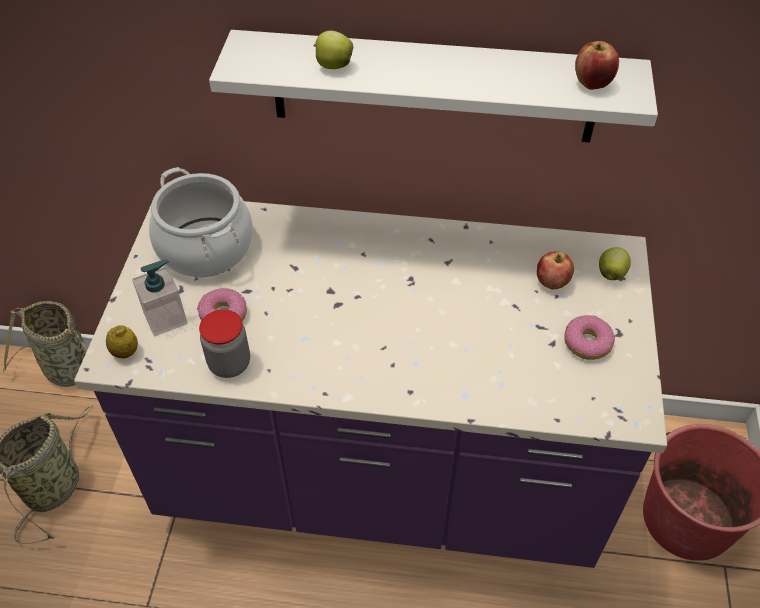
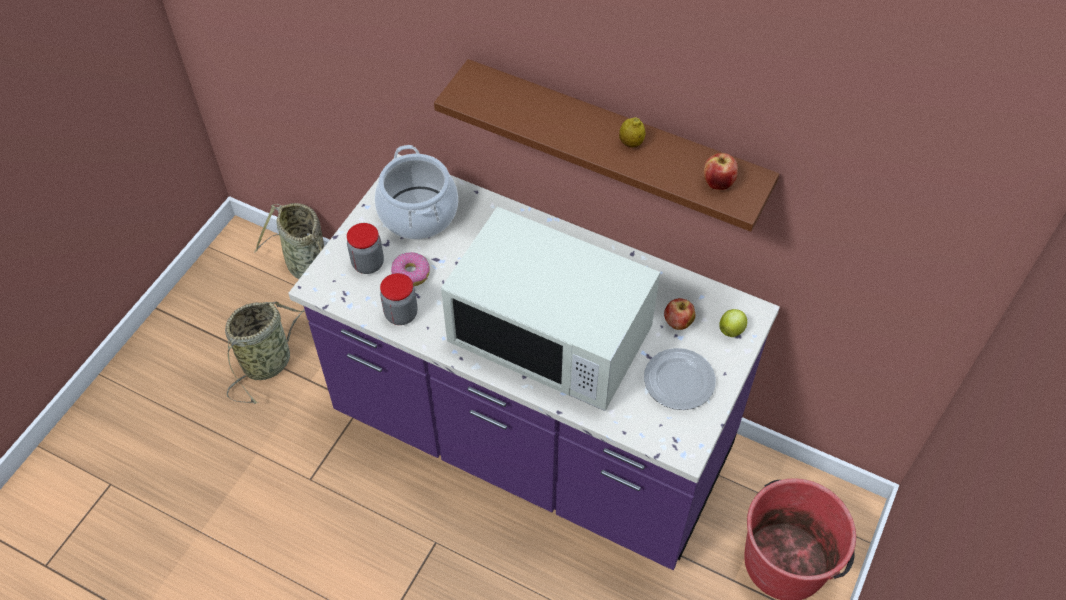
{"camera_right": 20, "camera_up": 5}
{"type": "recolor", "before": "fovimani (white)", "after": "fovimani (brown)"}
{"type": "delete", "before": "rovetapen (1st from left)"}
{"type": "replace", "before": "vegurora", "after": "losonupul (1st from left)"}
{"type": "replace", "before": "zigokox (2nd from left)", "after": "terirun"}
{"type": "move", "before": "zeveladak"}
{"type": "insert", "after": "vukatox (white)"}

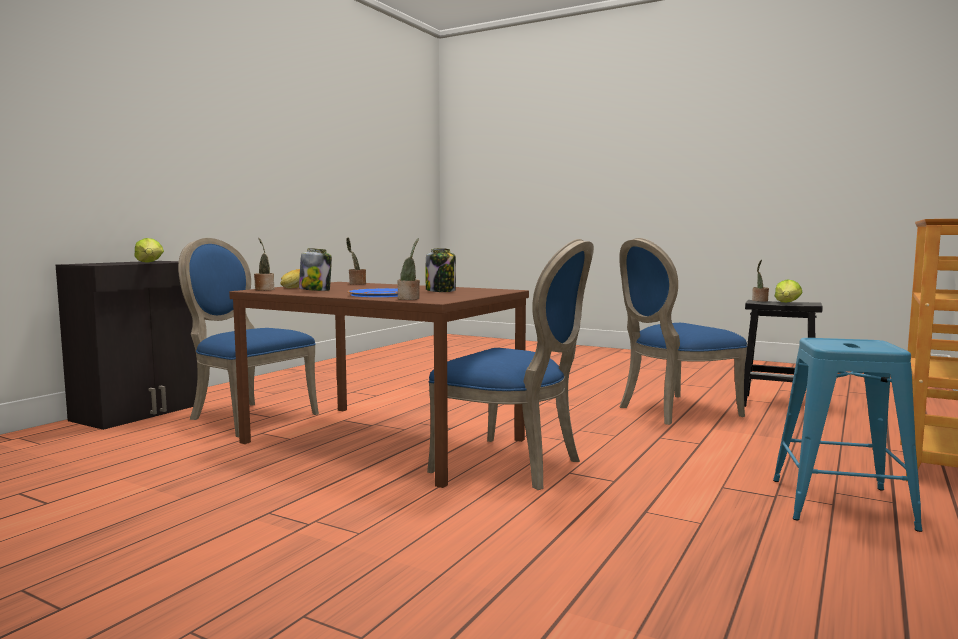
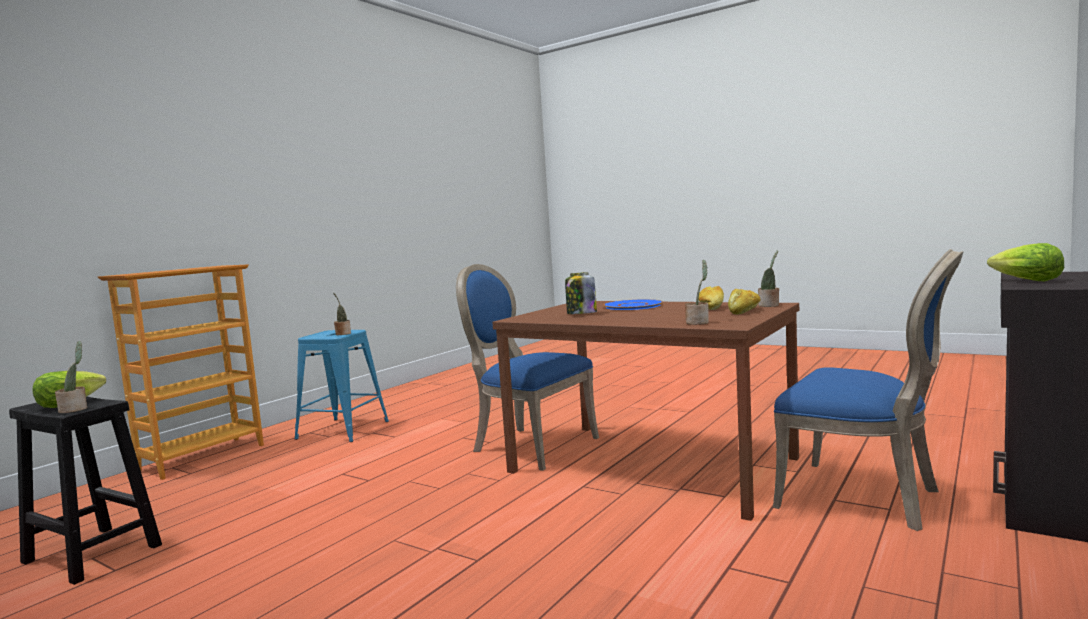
{"camera_right": -175, "camera_up": 0}
{"type": "move", "before": "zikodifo (3rd from left in the first image)", "after": "zikodifo (2nd from left)"}
{"type": "delete", "before": "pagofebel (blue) (3rd from left)"}
{"type": "replace", "before": "losonupul (1st from left)", "after": "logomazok (1st from left)"}

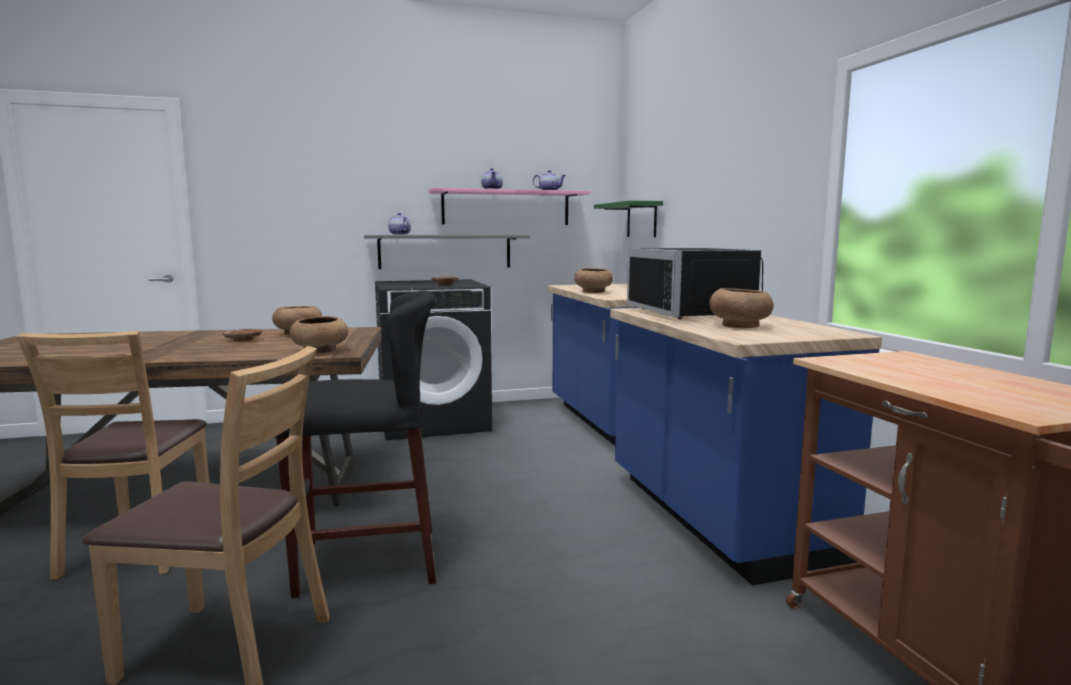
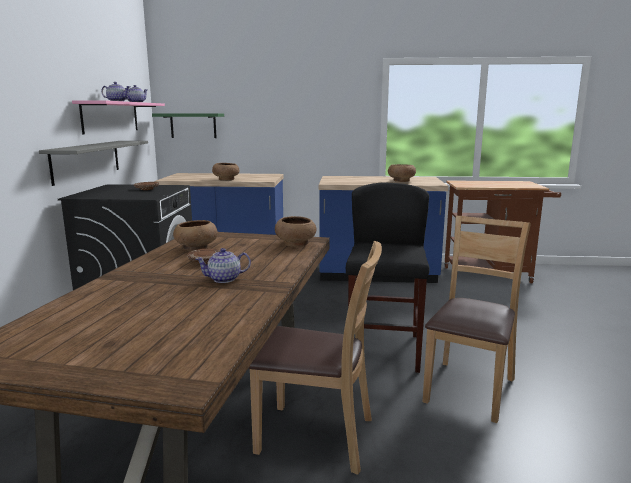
{"camera_right": -70, "camera_up": 5}
{"type": "move", "before": "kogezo (1st from left in the first image)", "after": "kogezo (3rd from left)"}
{"type": "delete", "before": "vukatox (black)"}

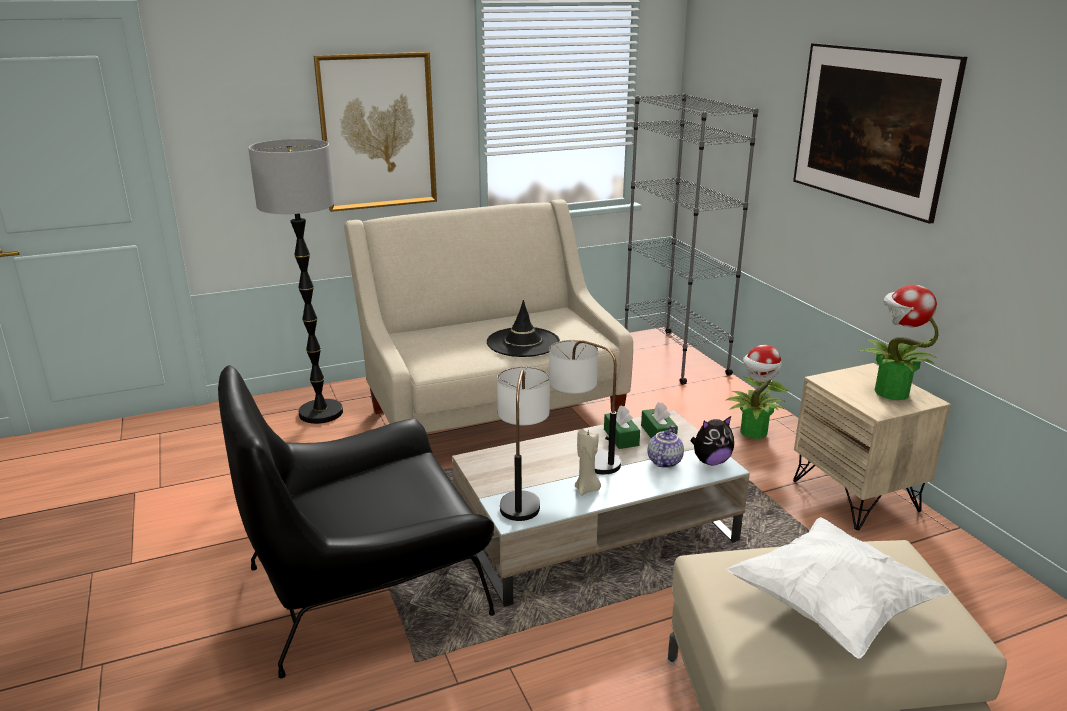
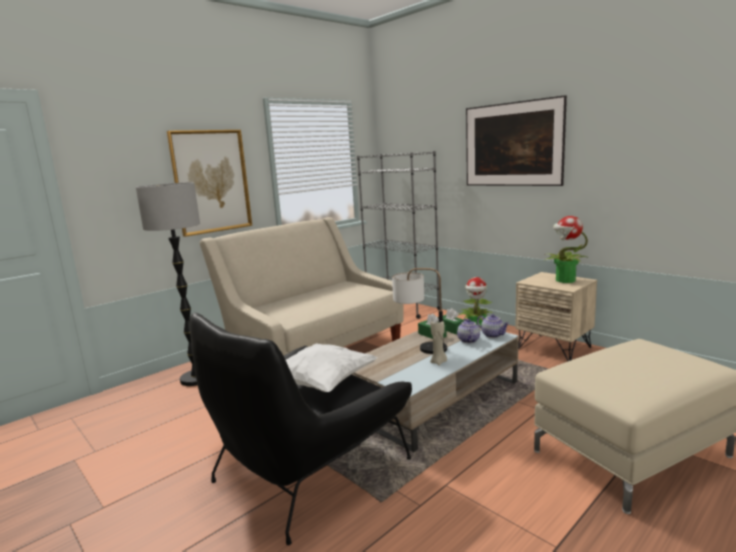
{"camera_right": -20, "camera_up": -10}
{"type": "delete", "before": "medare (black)"}
{"type": "delete", "before": "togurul (1st from left)"}
{"type": "replace", "before": "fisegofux", "after": "kogezo (2nd from left)"}
{"type": "move", "before": "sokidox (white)"}

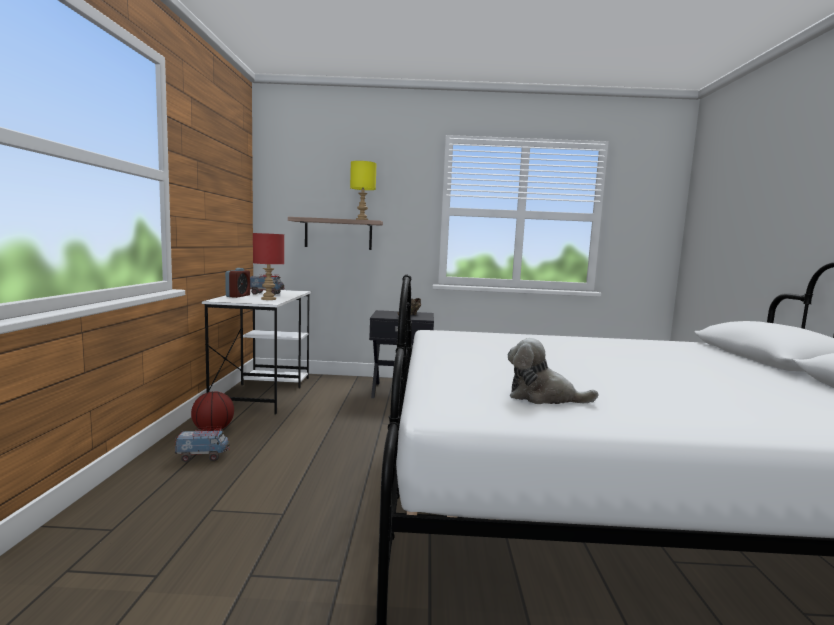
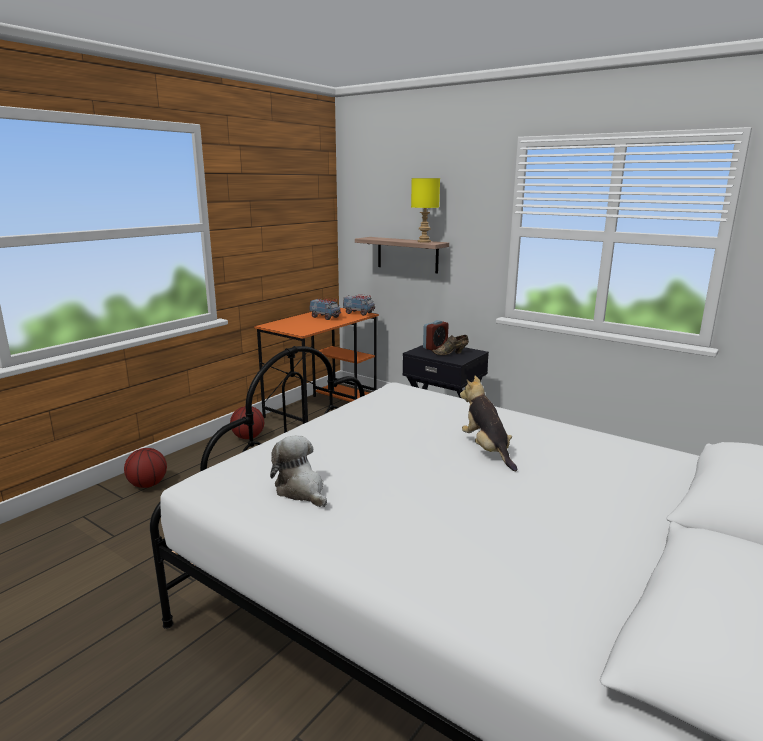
{"camera_right": 35, "camera_up": 10}
{"type": "delete", "before": "togurul (red)"}
{"type": "move", "before": "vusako"}
{"type": "recolor", "before": "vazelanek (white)", "after": "vazelanek (orange)"}
{"type": "move", "before": "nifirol (1st from left in the first image)", "after": "nifirol (2nd from left)"}
{"type": "insert", "after": "fisegofux (2nd from left)"}
{"type": "insert", "after": "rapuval (1st from left)"}

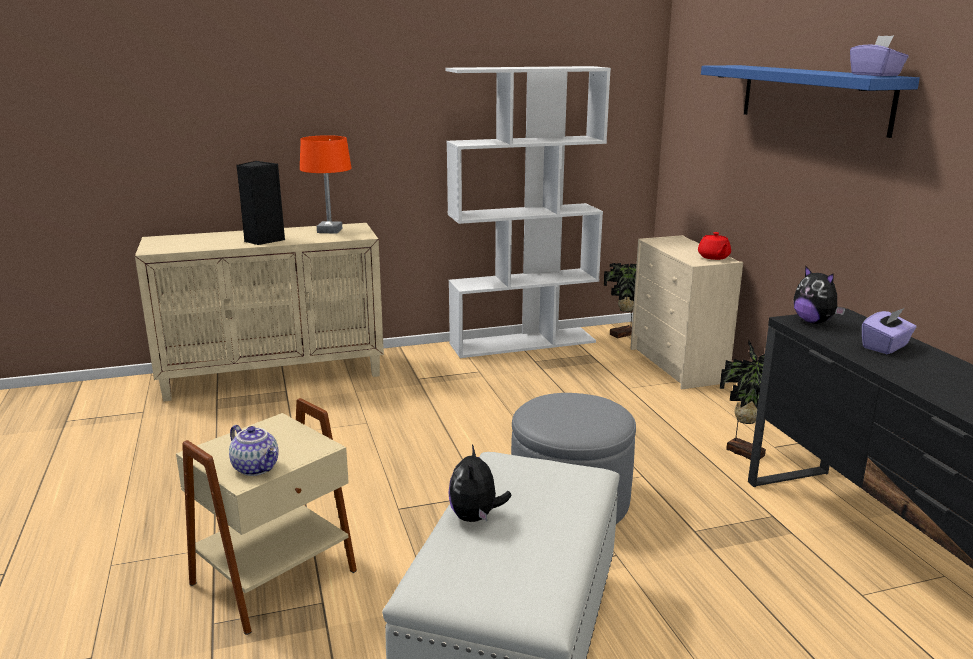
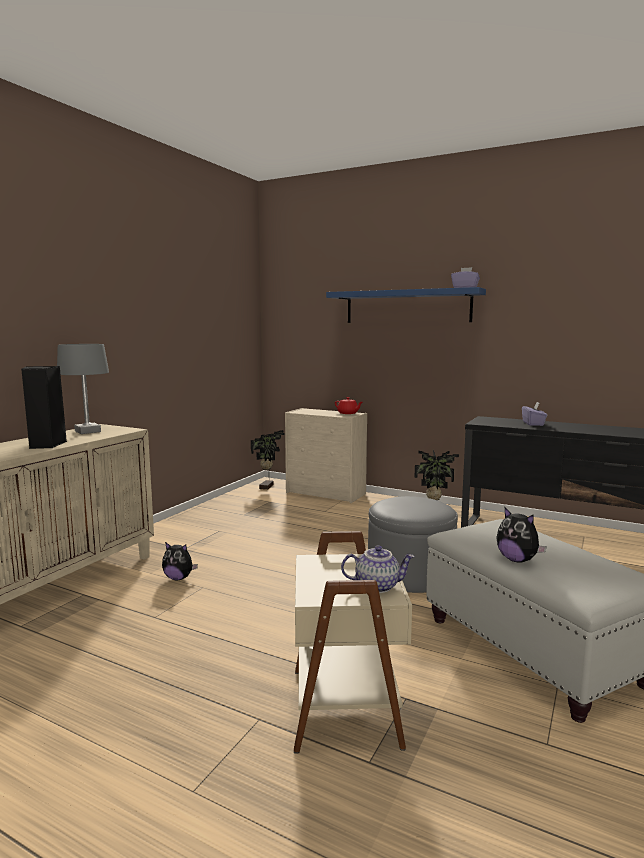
{"camera_right": -45, "camera_up": -10}
{"type": "delete", "before": "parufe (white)"}
{"type": "recolor", "before": "togurul (orange)", "after": "togurul (grey)"}
{"type": "move", "before": "fisegofux (2nd from left in the first image)", "after": "fisegofux (1st from left)"}

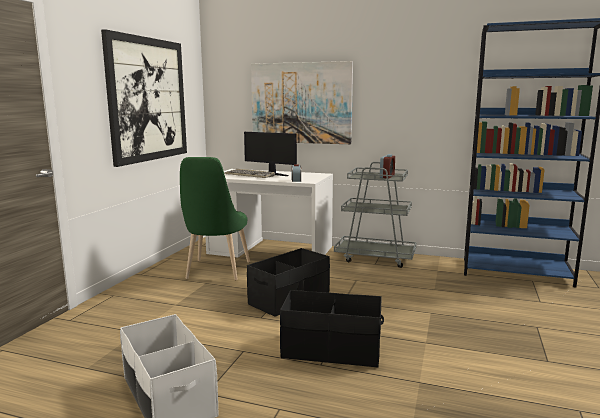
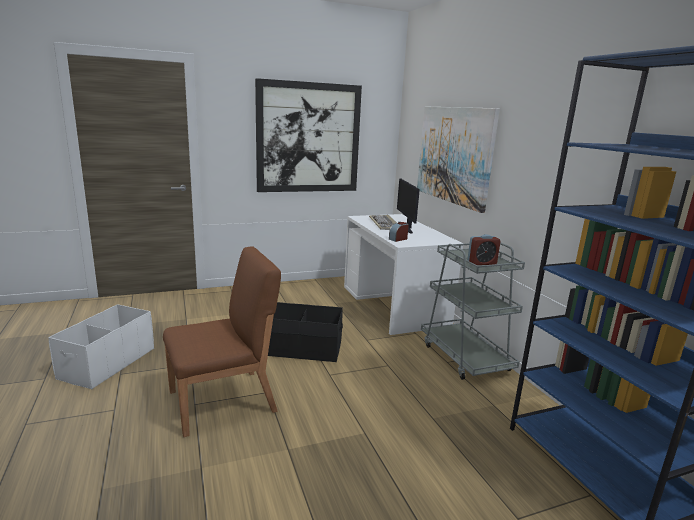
{"camera_right": 50, "camera_up": 5}
{"type": "delete", "before": "pagofebel (green)"}
{"type": "replace", "before": "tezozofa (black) (2nd from left)", "after": "pagofebel (brown)"}

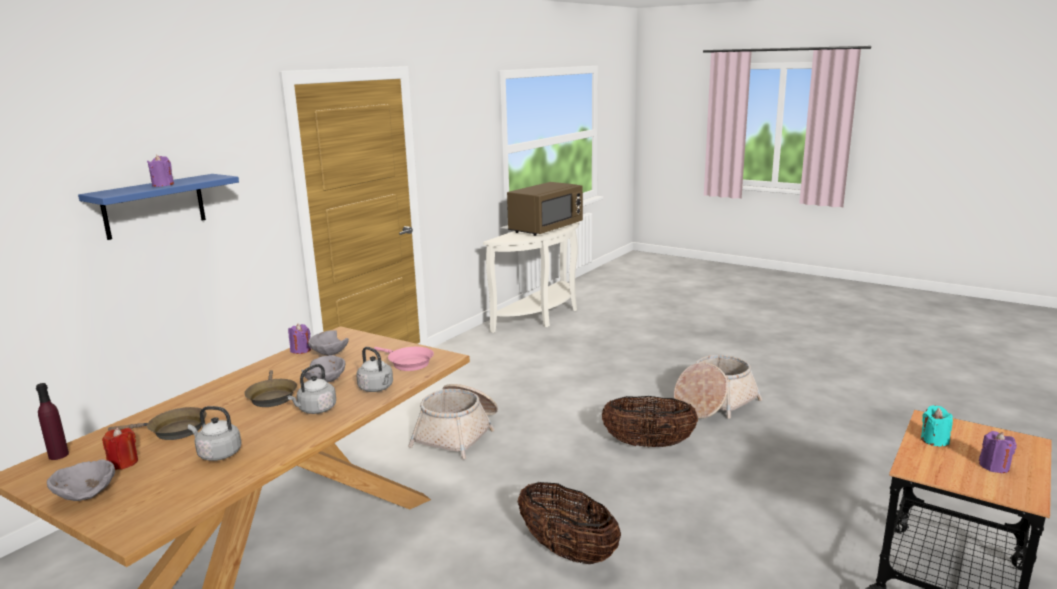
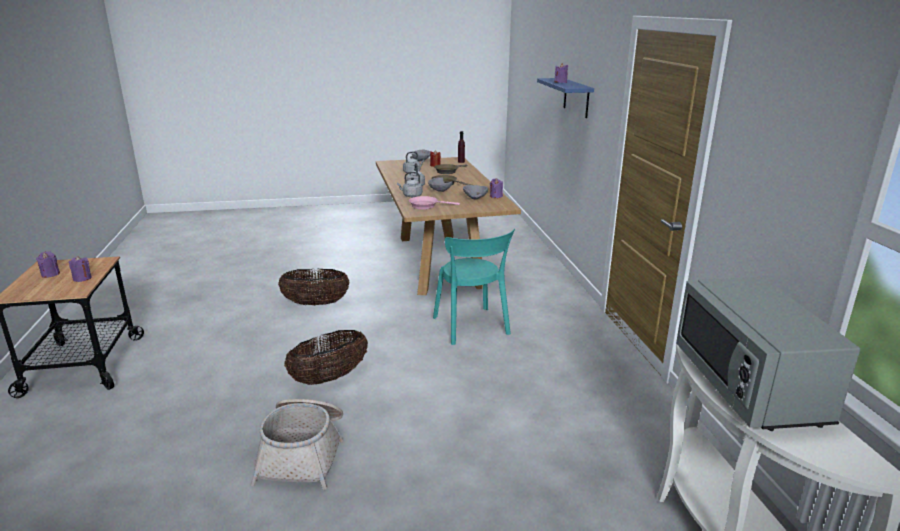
{"camera_right": 135, "camera_up": 5}
{"type": "recolor", "before": "vukatox (brown)", "after": "vukatox (grey)"}
{"type": "replace", "before": "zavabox (1st from left)", "after": "pagofebel (turquoise)"}
{"type": "recolor", "before": "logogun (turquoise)", "after": "logogun (purple) (2nd from left)"}

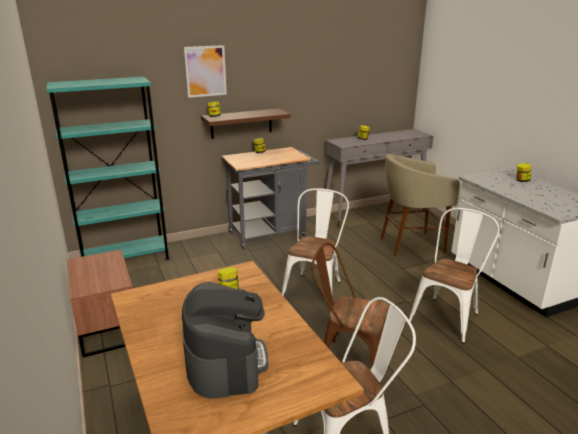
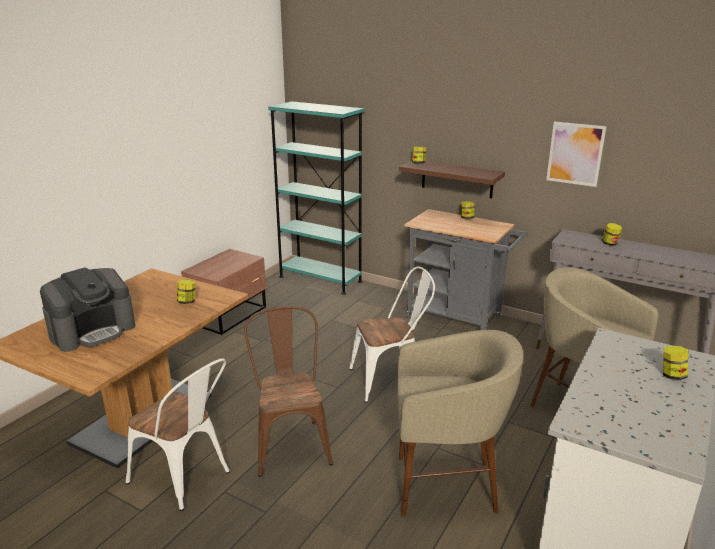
{"camera_right": 55, "camera_up": 0}
{"type": "move", "before": "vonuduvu"}
{"type": "replace", "before": "pagofebel (white) (3rd from left)", "after": "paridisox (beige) (1st from left)"}

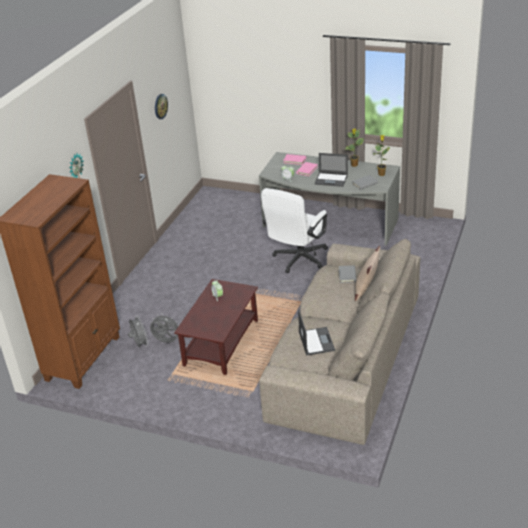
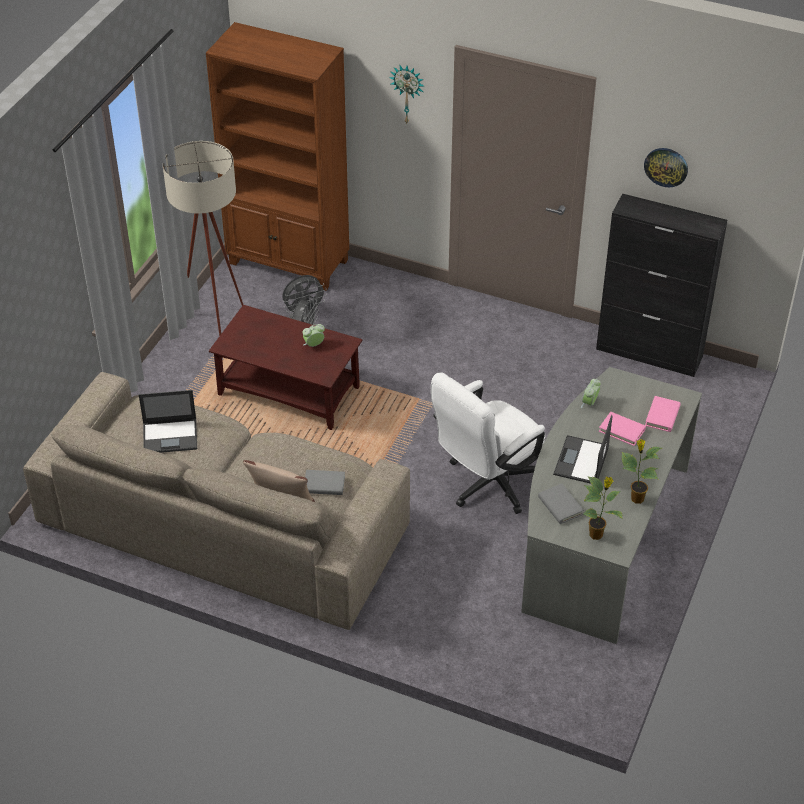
{"camera_right": 90, "camera_up": 10}
{"type": "rotate", "before": "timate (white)", "turn": -75}
{"type": "insert", "after": "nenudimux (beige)"}
{"type": "insert", "after": "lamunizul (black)"}

